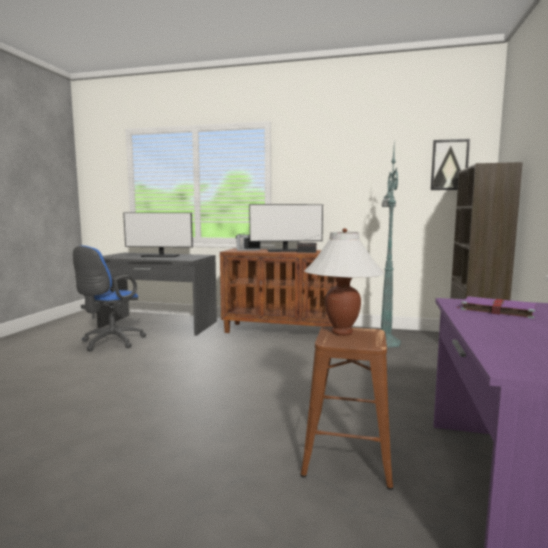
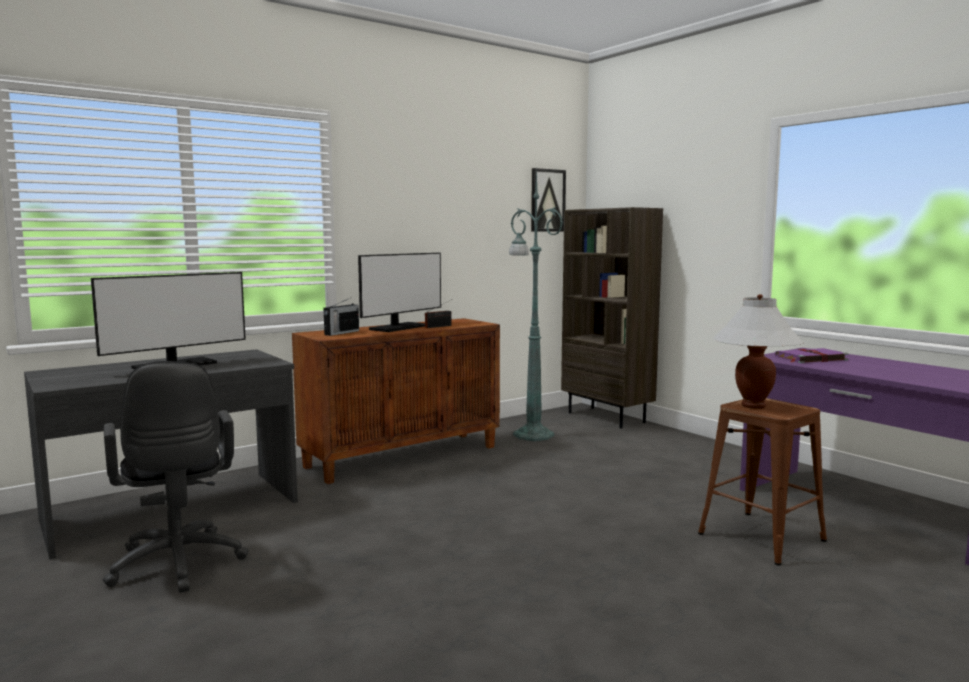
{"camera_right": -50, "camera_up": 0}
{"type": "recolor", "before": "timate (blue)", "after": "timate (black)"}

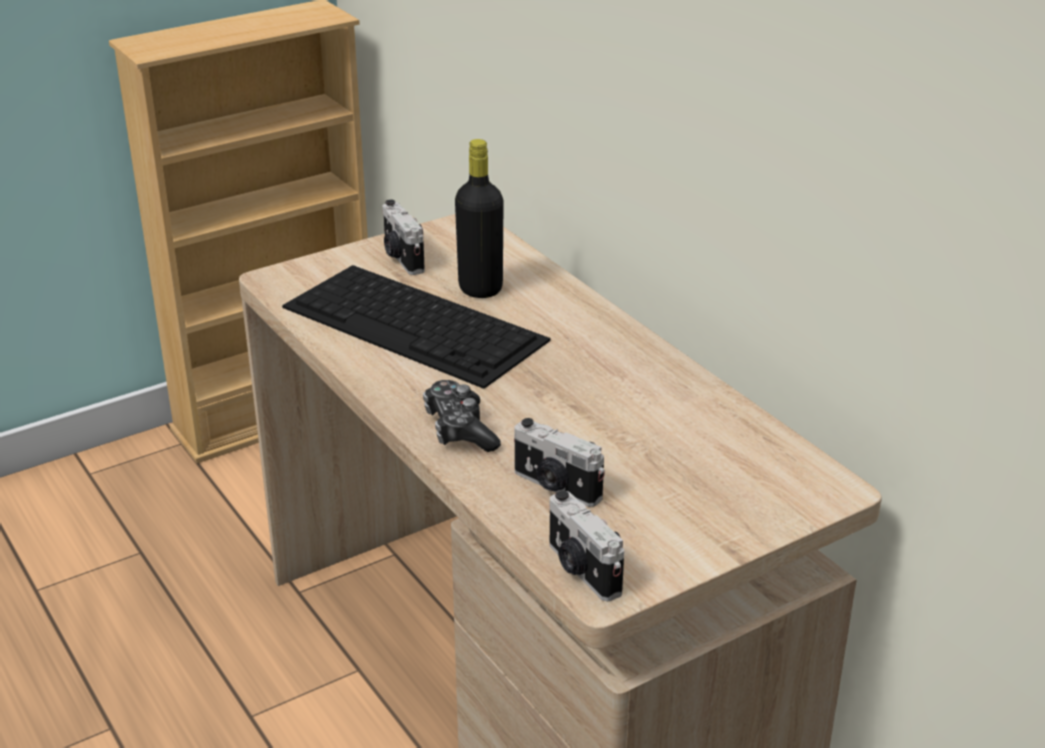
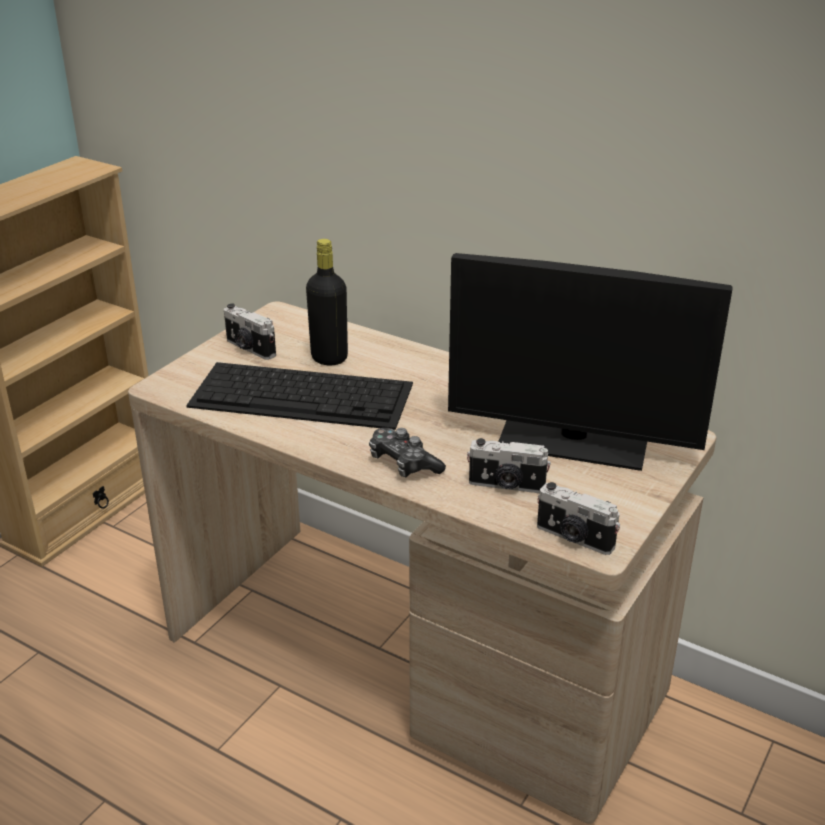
{"camera_right": -25, "camera_up": 0}
{"type": "insert", "after": "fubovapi"}

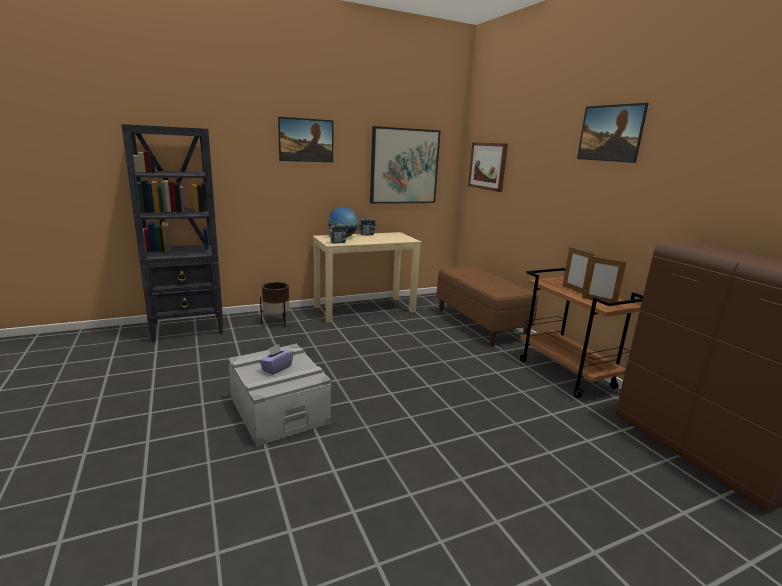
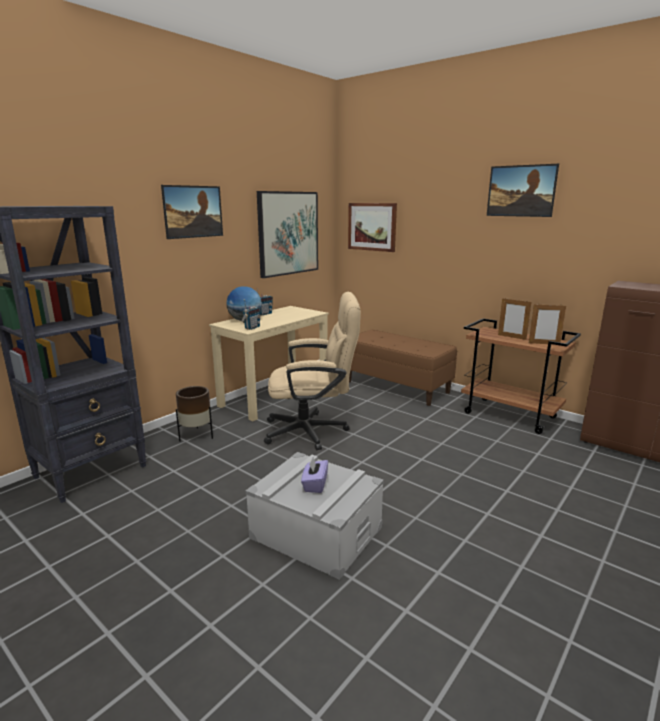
{"camera_right": -25, "camera_up": 0}
{"type": "insert", "after": "timate (beige)"}

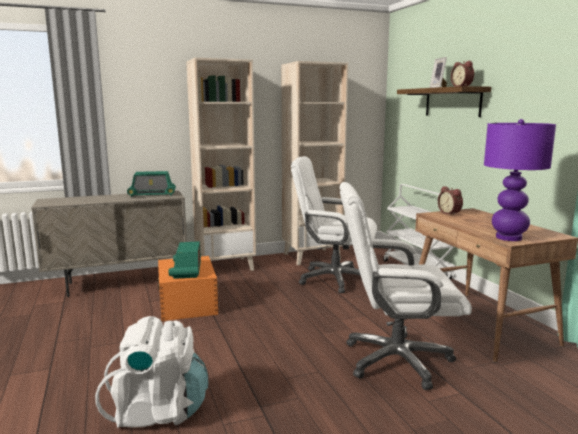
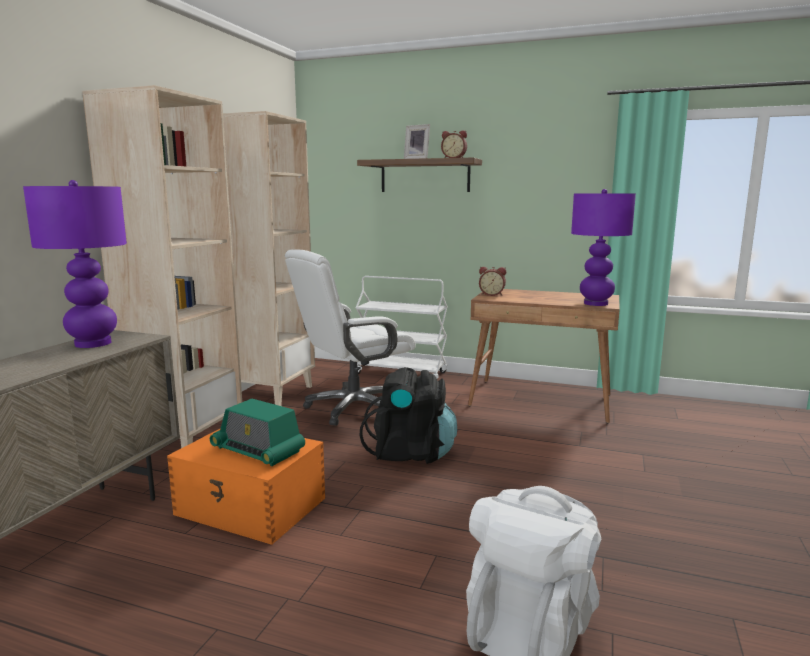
{"camera_right": -50, "camera_up": 0}
{"type": "replace", "before": "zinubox (1st from left)", "after": "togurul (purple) (1st from left)"}
{"type": "delete", "before": "timate (white) (2nd from left)"}
{"type": "insert", "after": "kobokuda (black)"}

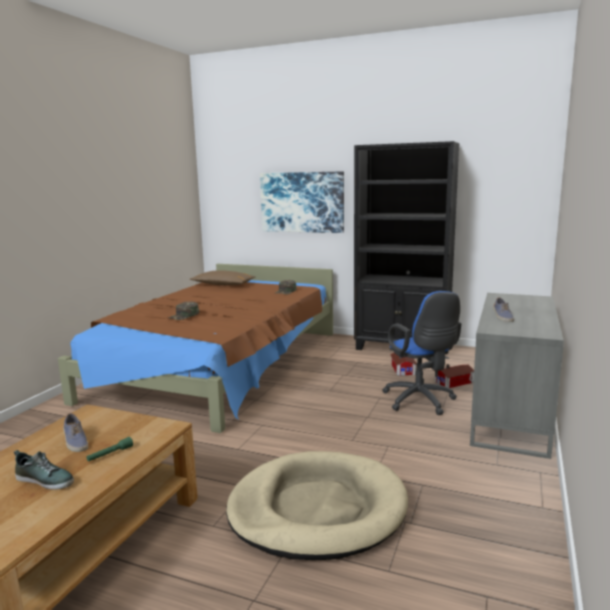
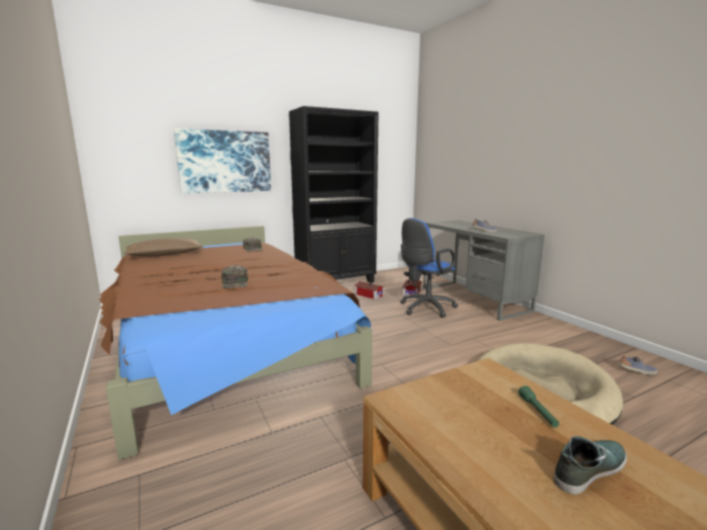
{"camera_right": -50, "camera_up": 0}
{"type": "rotate", "before": "timate (blue)", "turn": 120}
{"type": "move", "before": "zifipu (2nd from left in the first image)", "after": "zifipu (3rd from left)"}

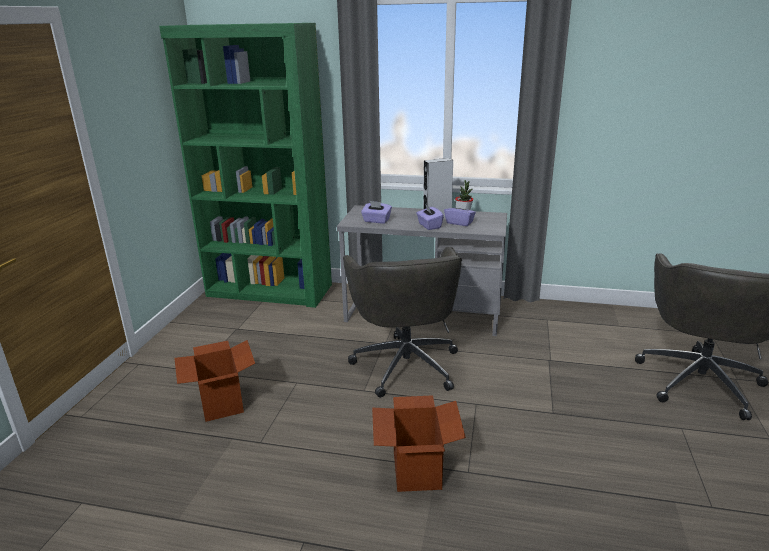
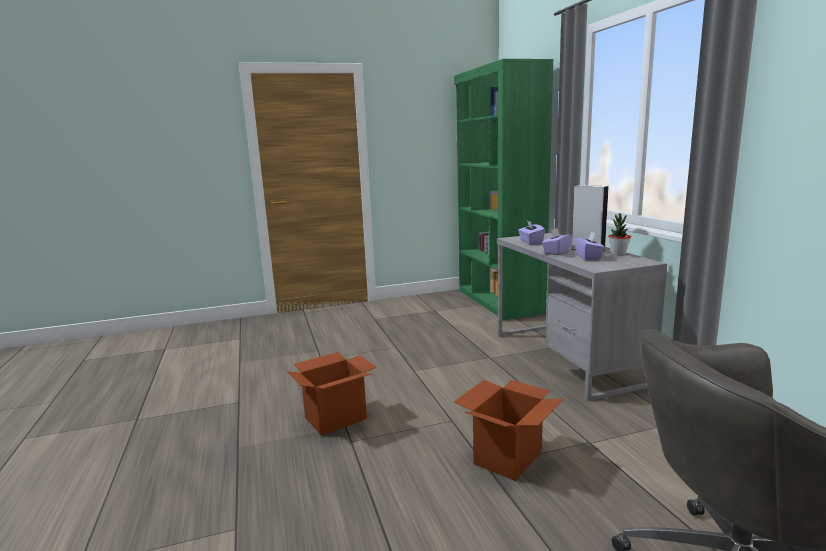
{"camera_right": 60, "camera_up": -10}
{"type": "delete", "before": "timate (grey) (1st from left)"}
{"type": "move", "before": "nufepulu (1st from left in the first image)", "after": "nufepulu (2nd from left)"}

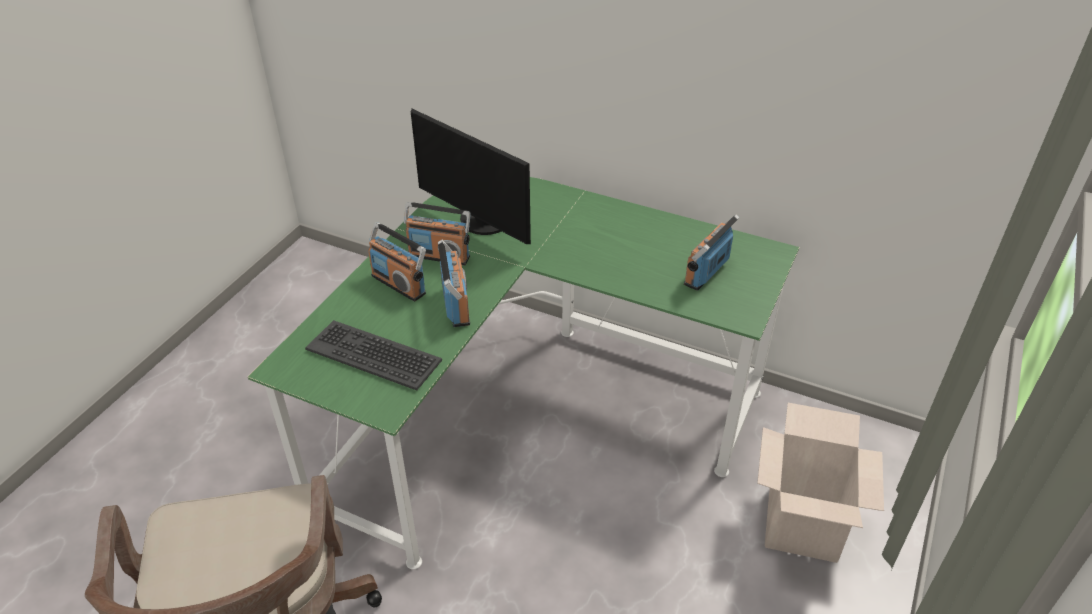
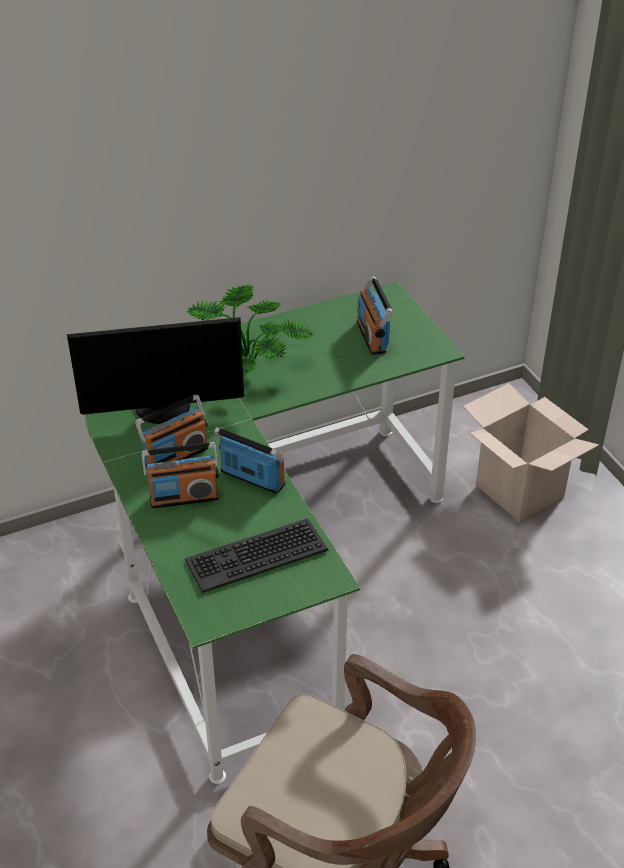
{"camera_right": -50, "camera_up": 0}
{"type": "insert", "after": "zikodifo"}

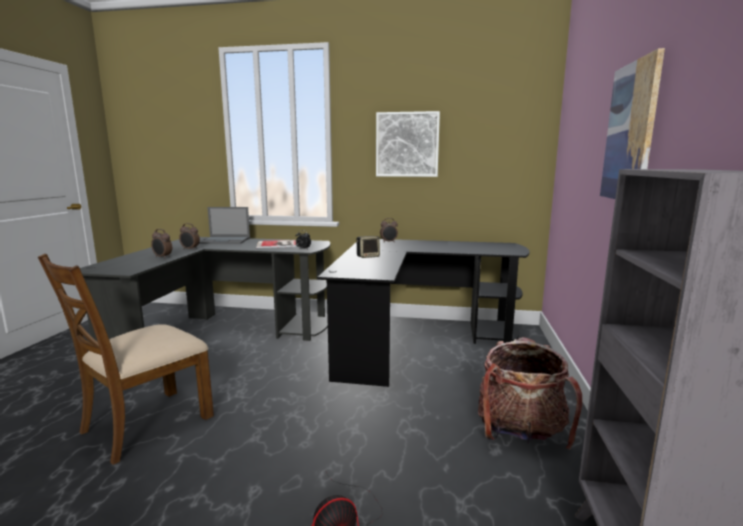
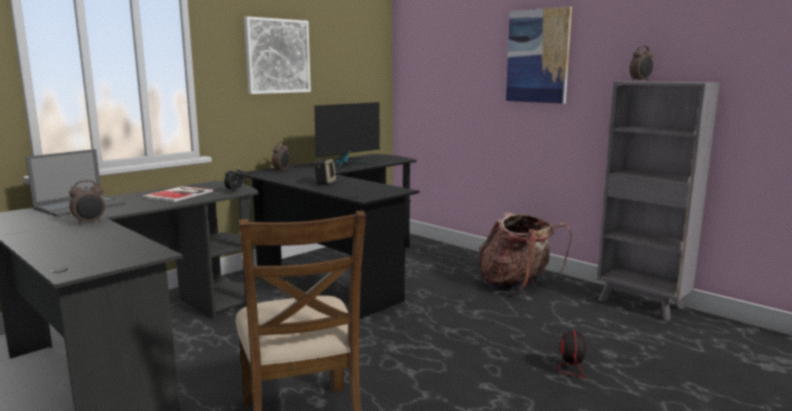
{"camera_right": -55, "camera_up": 0}
{"type": "move", "before": "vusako (1st from left in the first image)", "after": "vusako (4th from left)"}
{"type": "insert", "after": "fubovapi"}

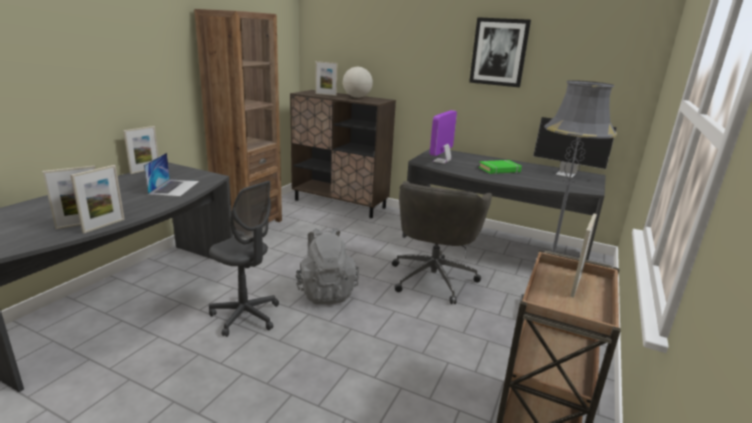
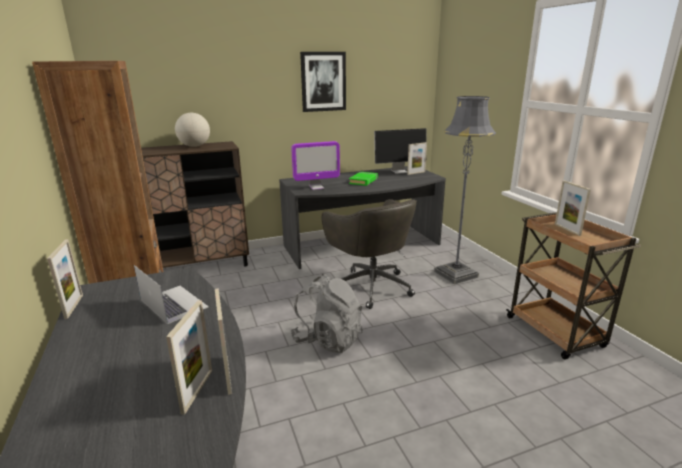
{"camera_right": -45, "camera_up": 0}
{"type": "move", "before": "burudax (4th from left)"}
{"type": "rotate", "before": "fubovapi (1st from left)", "turn": -90}
{"type": "delete", "before": "timate (grey) (1st from left)"}

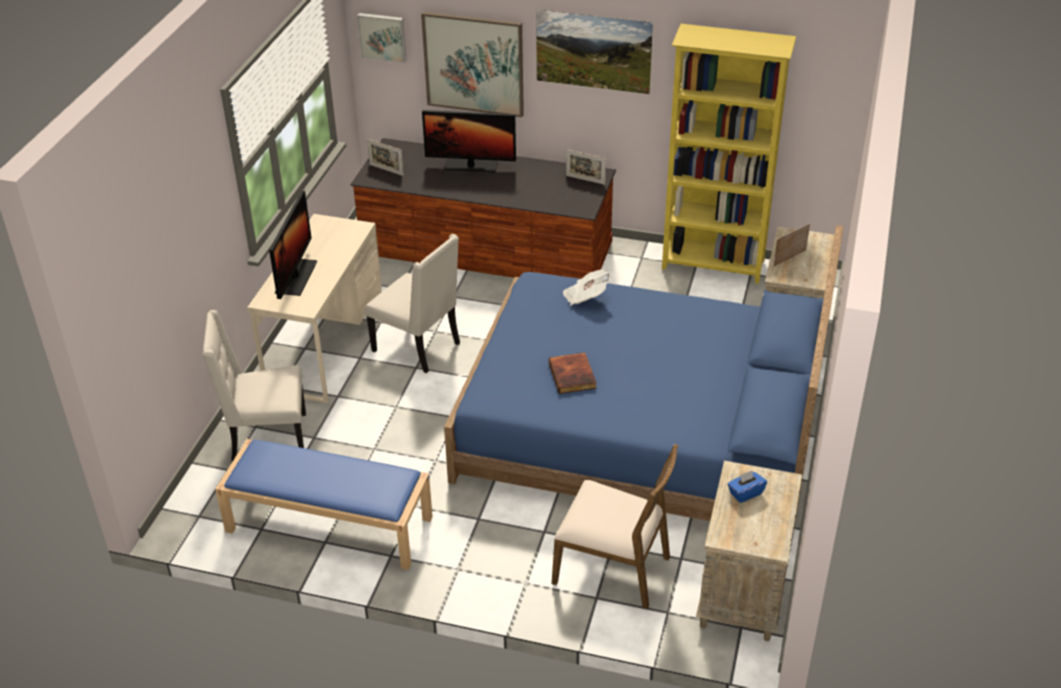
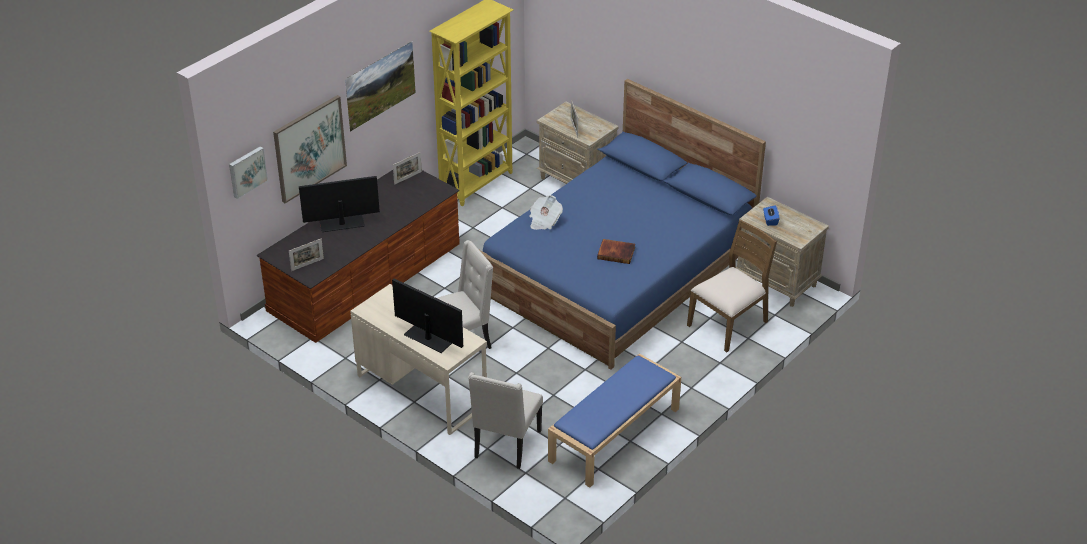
{"camera_right": -65, "camera_up": 0}
{"type": "rotate", "before": "fubovapi (2nd from left in the first image)", "turn": -135}

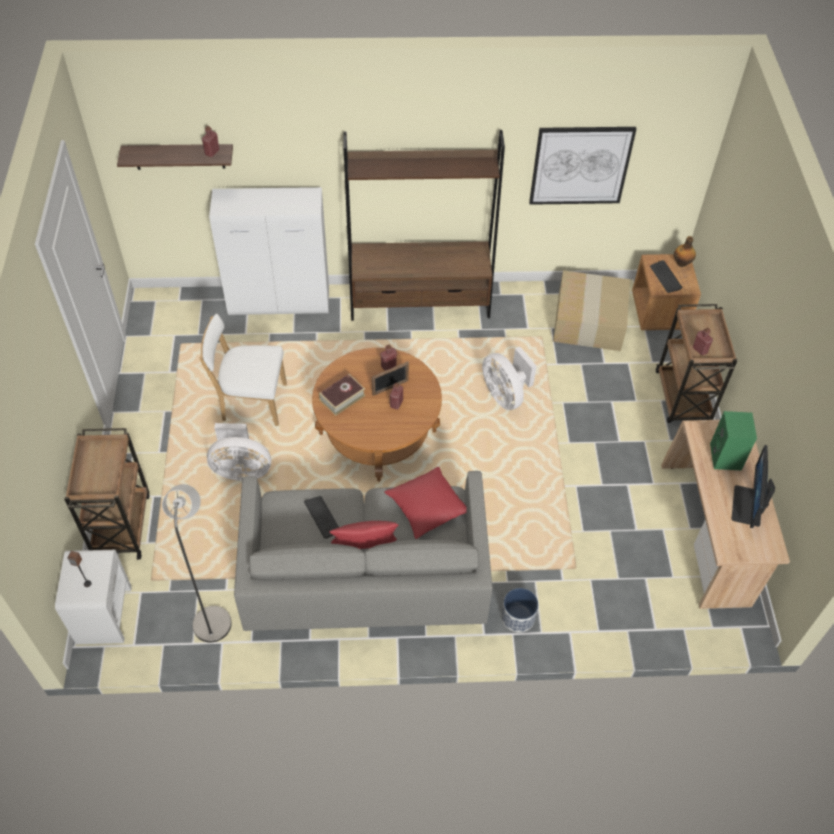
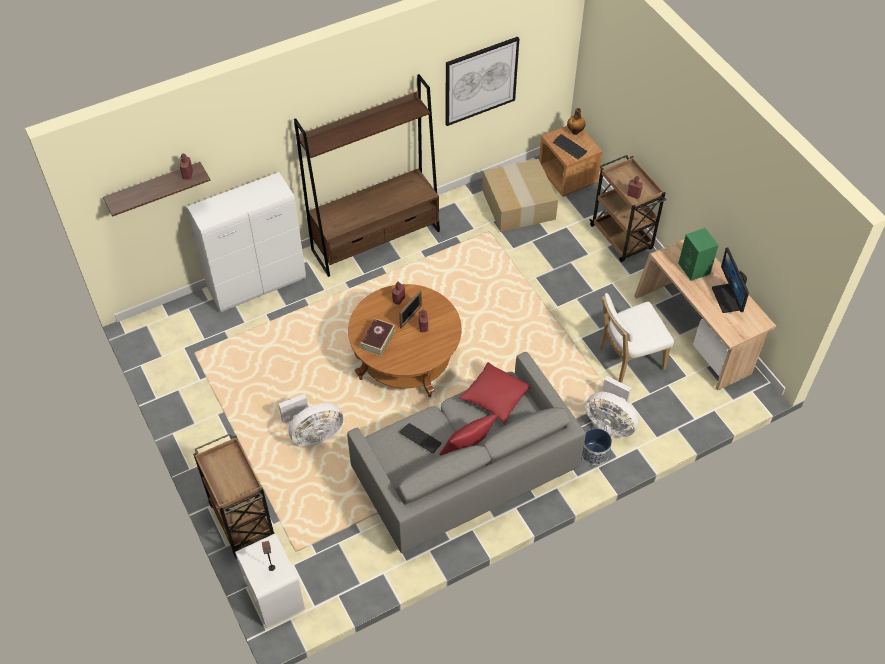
{"camera_right": -25, "camera_up": 0}
{"type": "move", "before": "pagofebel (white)"}
{"type": "move", "before": "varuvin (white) (2nd from left)"}
{"type": "delete", "before": "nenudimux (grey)"}

